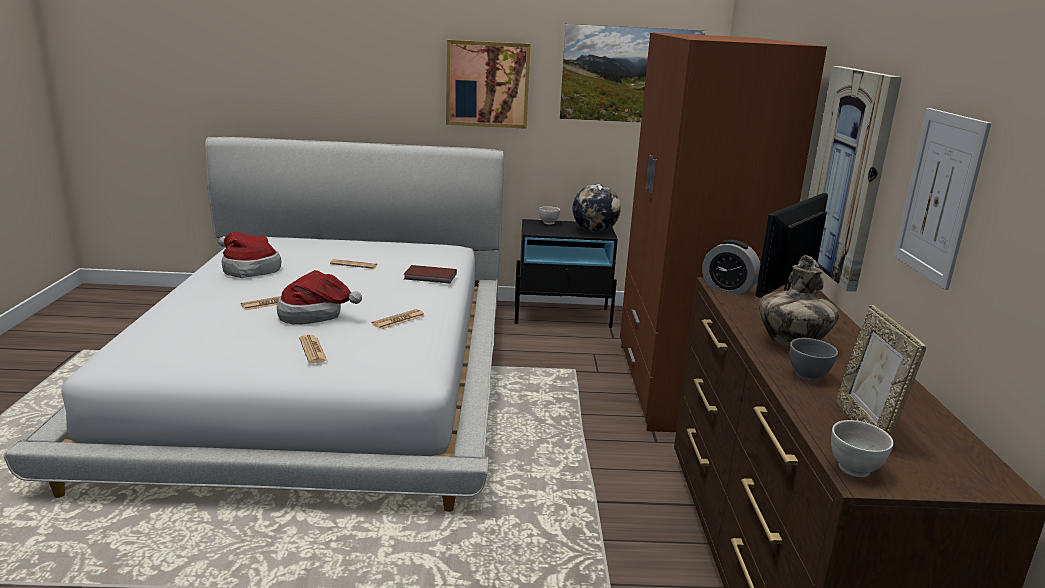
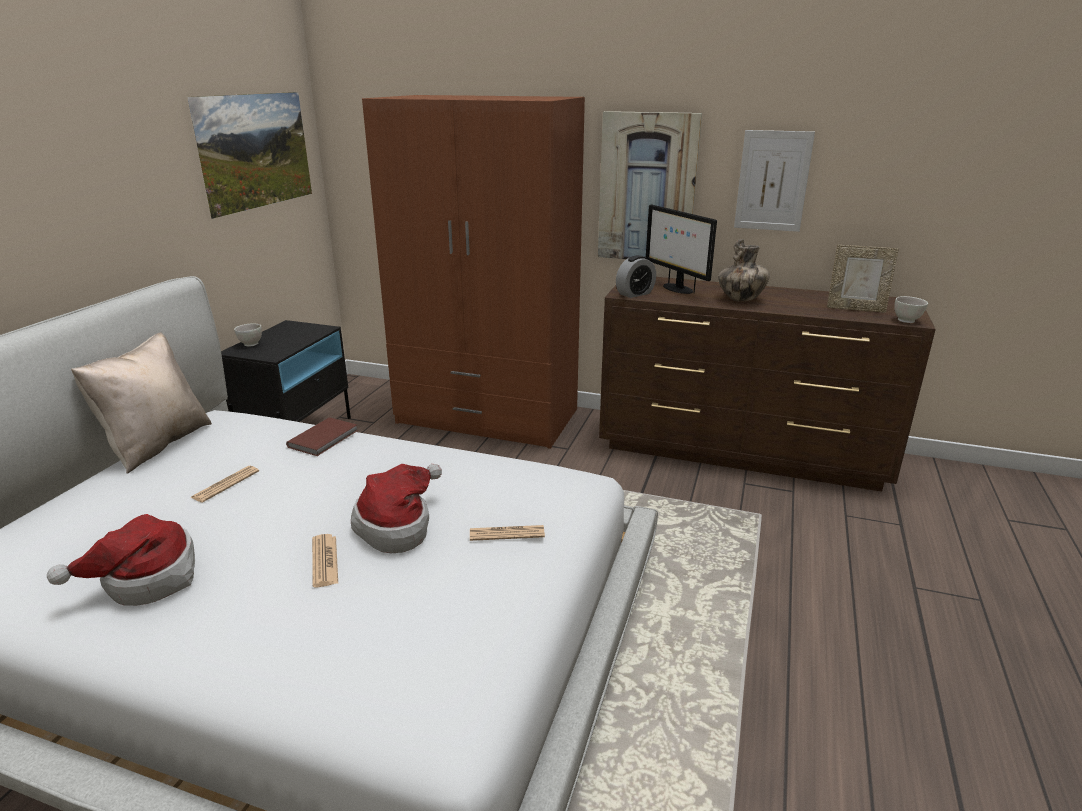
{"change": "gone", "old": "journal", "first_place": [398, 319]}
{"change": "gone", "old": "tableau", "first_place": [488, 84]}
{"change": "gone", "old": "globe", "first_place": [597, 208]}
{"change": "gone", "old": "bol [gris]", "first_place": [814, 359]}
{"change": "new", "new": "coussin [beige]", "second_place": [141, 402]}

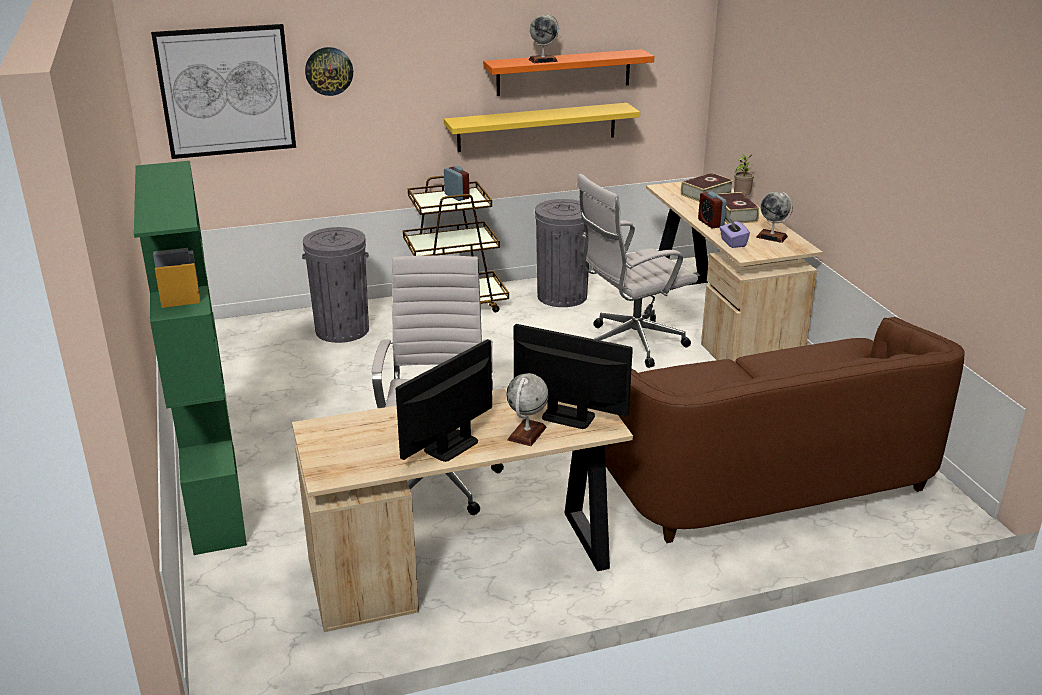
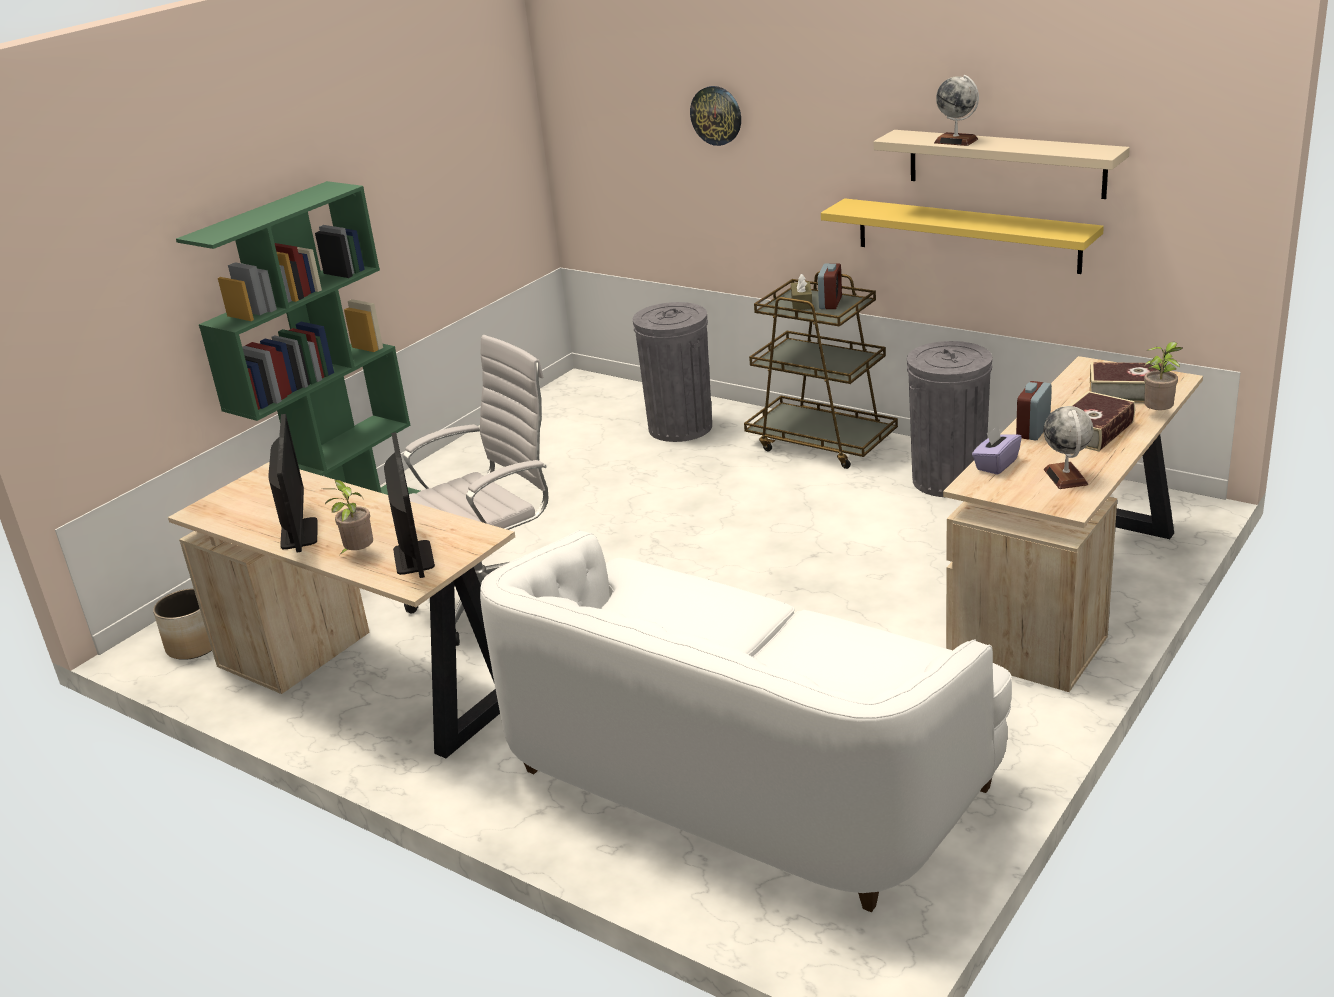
{"change": "gone", "old": "tableau", "first_place": [223, 91]}
{"change": "gone", "old": "chaise de bureau [blanc]", "first_place": [637, 270]}
{"change": "new", "new": "cache-pot", "second_place": [182, 624]}
{"change": "new", "new": "boîte à mouchoirs [marron]", "second_place": [801, 292]}
{"change": "swapped", "old": "globe", "new": "plante en pot", "first_place": [527, 409], "second_place": [349, 517]}
{"change": "repainted", "old": "étagère [orange]", "new": "étagère [beige]", "first_place": [568, 72], "second_place": [1002, 164]}
{"change": "repainted", "old": "canapé [marron]", "new": "canapé [blanc]", "first_place": [784, 430], "second_place": [746, 721]}
{"change": "rotated", "old": "écran d'ordinateur", "first_place": [444, 400], "second_place": [293, 483], "degrees": 75}

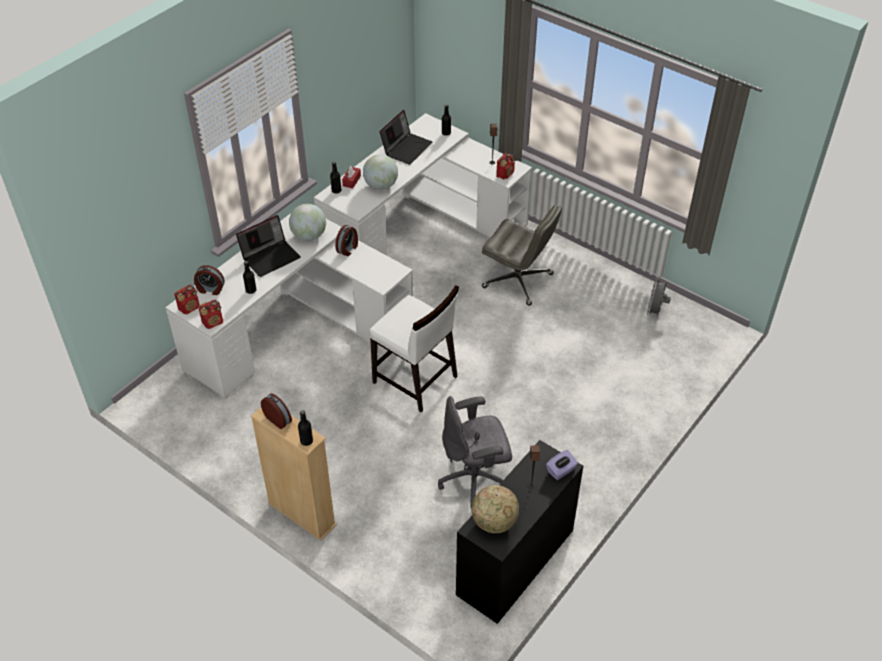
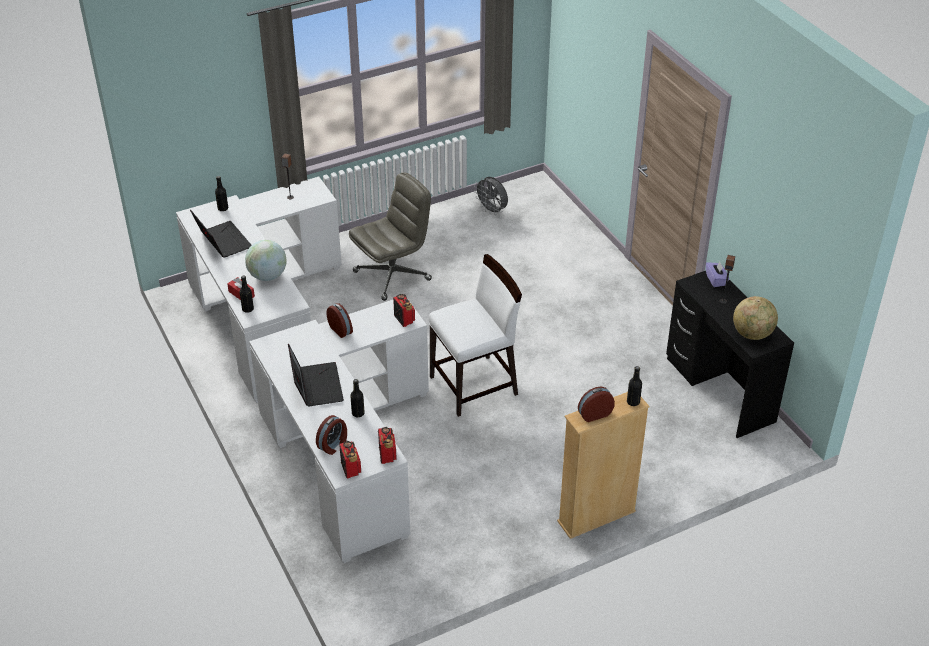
{"change": "gone", "old": "globe", "first_place": [307, 222]}
{"change": "gone", "old": "chaise de bureau [gris]", "first_place": [475, 451]}
{"change": "shifted", "old": "radio", "first_place": [505, 166], "second_place": [404, 310]}

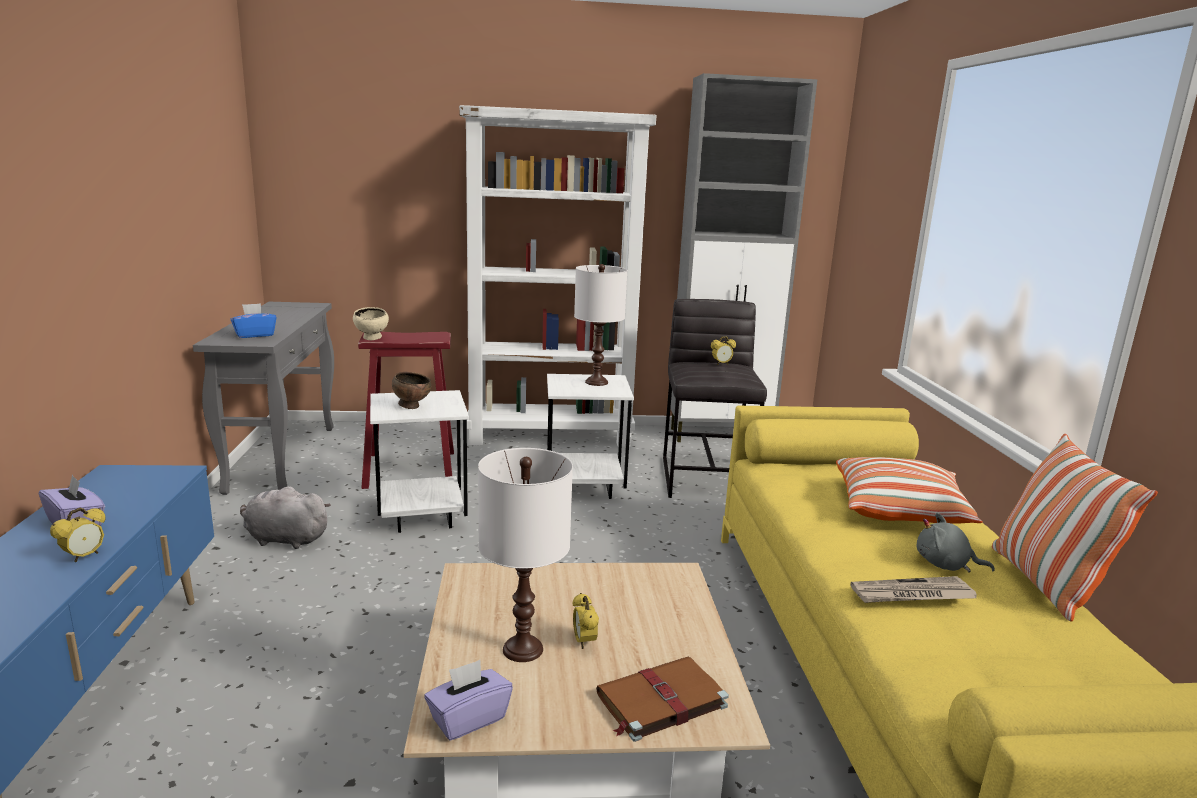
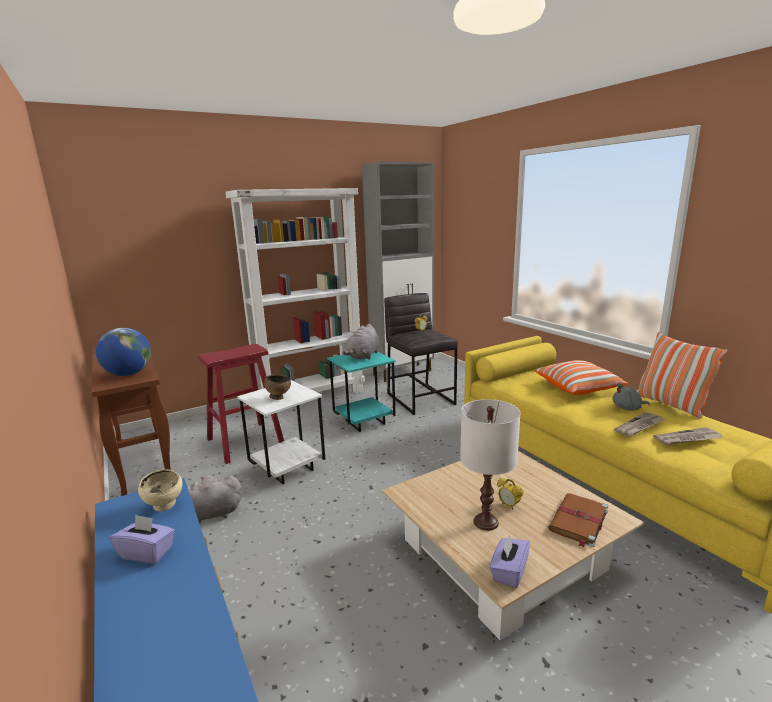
{"change": "gone", "old": "réveil", "first_place": [78, 535]}
{"change": "new", "new": "journal", "second_place": [688, 436]}
{"change": "shifted", "old": "bol [beige]", "first_place": [371, 323], "second_place": [160, 490]}
{"change": "swapped", "old": "boîte à mouchoirs [bleu]", "new": "globe", "first_place": [253, 320], "second_place": [123, 352]}
{"change": "swapped", "old": "lampe de table [blanc]", "new": "peluche [gris]", "first_place": [600, 325], "second_place": [360, 342]}
{"change": "repainted", "old": "table console [gris]", "new": "table console [marron]", "first_place": [263, 398], "second_place": [131, 422]}
{"change": "repainted", "old": "table d'appoint [blanc]", "new": "table d'appoint [turquoise]", "first_place": [590, 436], "second_place": [362, 392]}

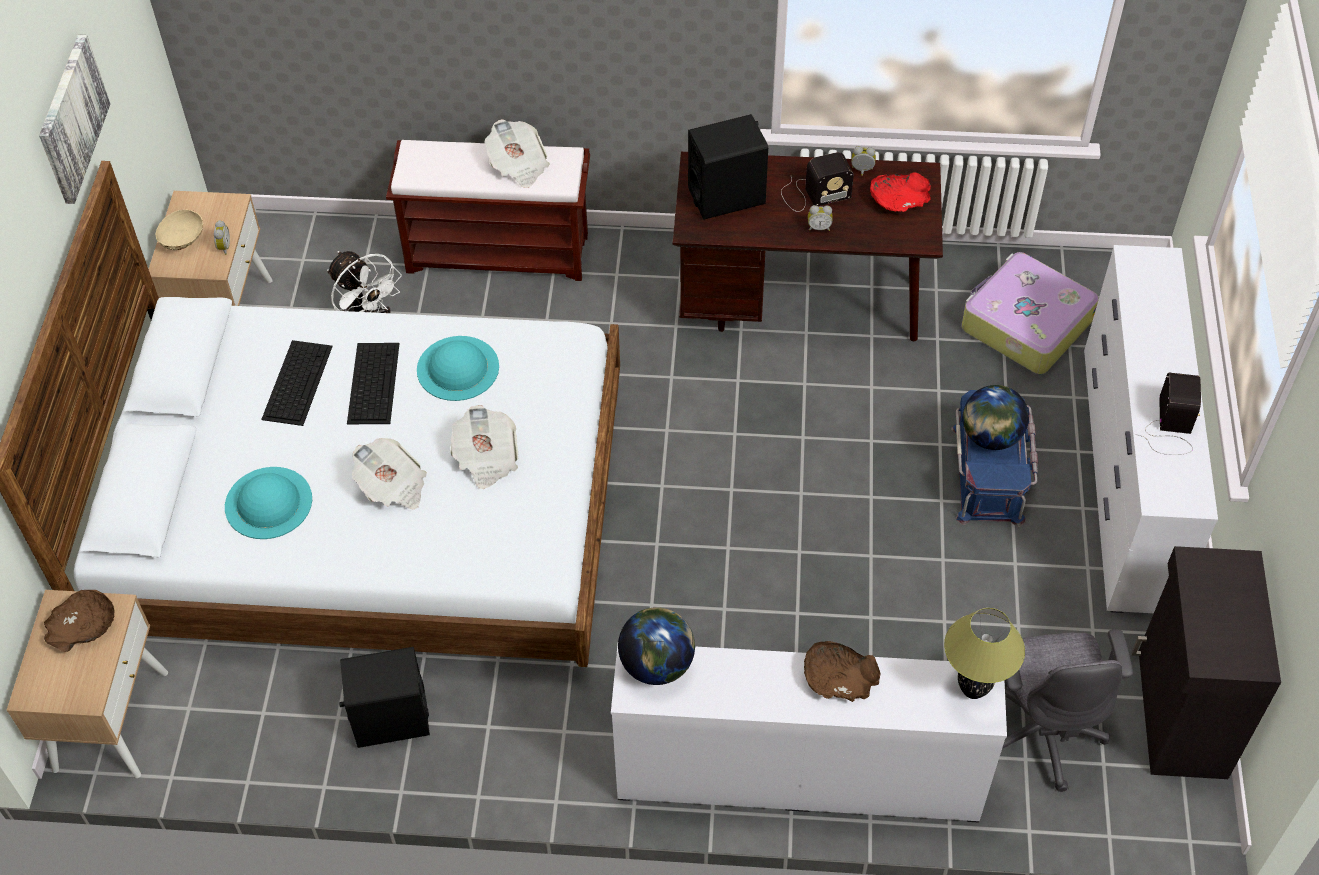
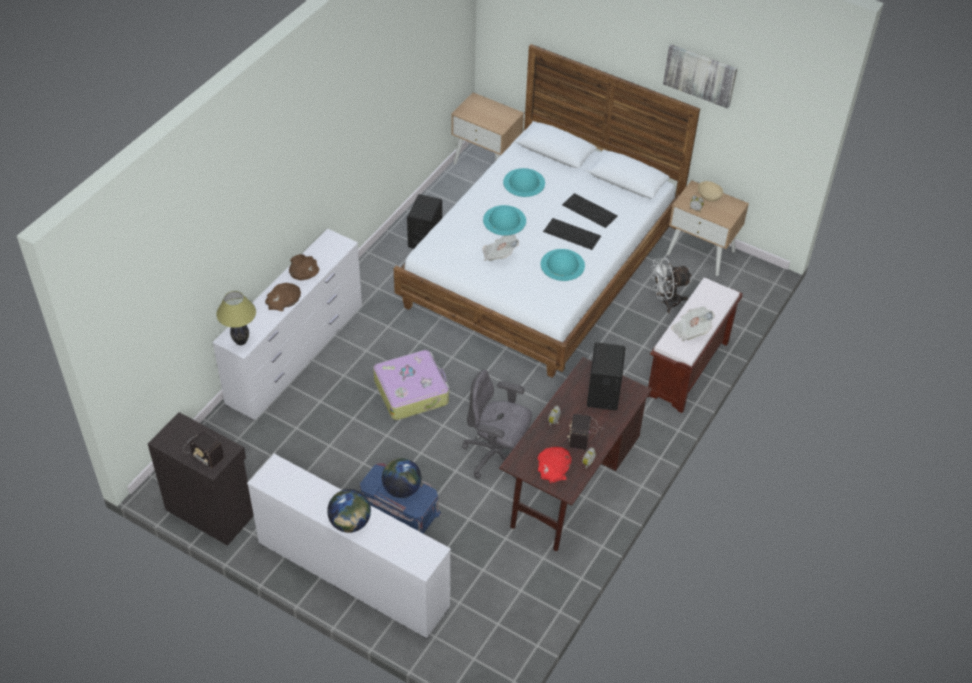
{"change": "shifted", "old": "bol [marron]", "first_place": [79, 621], "second_place": [304, 267]}
{"change": "shifted", "old": "globe", "first_place": [656, 646], "second_place": [349, 511]}
{"change": "shifted", "old": "valise", "first_place": [1030, 313], "second_place": [411, 385]}
{"change": "shifted", "old": "chaise de bureau [gris]", "first_place": [1065, 710], "second_place": [497, 424]}
{"change": "shifted", "old": "radio", "first_place": [1168, 414], "second_place": [203, 450]}
{"change": "swapped", "old": "journal", "new": "chapeau [turquoise]", "first_place": [389, 473], "second_place": [504, 220]}

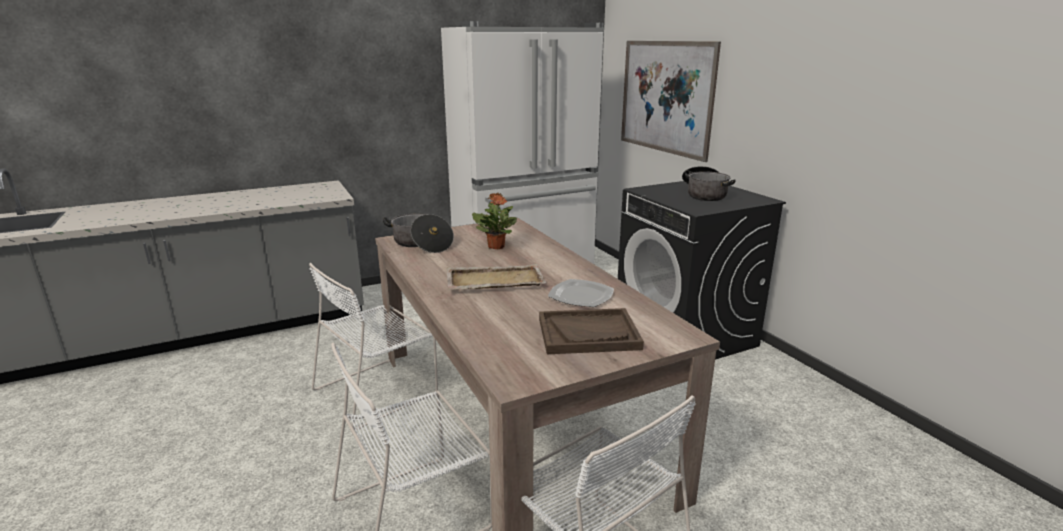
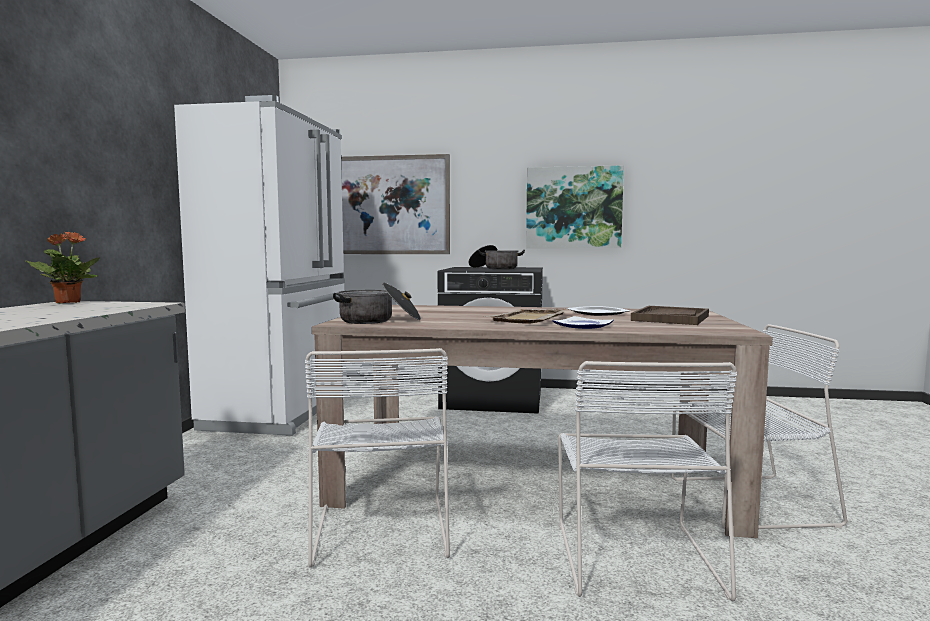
{"change": "new", "new": "tableau", "second_place": [575, 206]}
{"change": "new", "new": "assiette", "second_place": [583, 322]}
{"change": "shifted", "old": "plante en pot", "first_place": [494, 221], "second_place": [63, 267]}

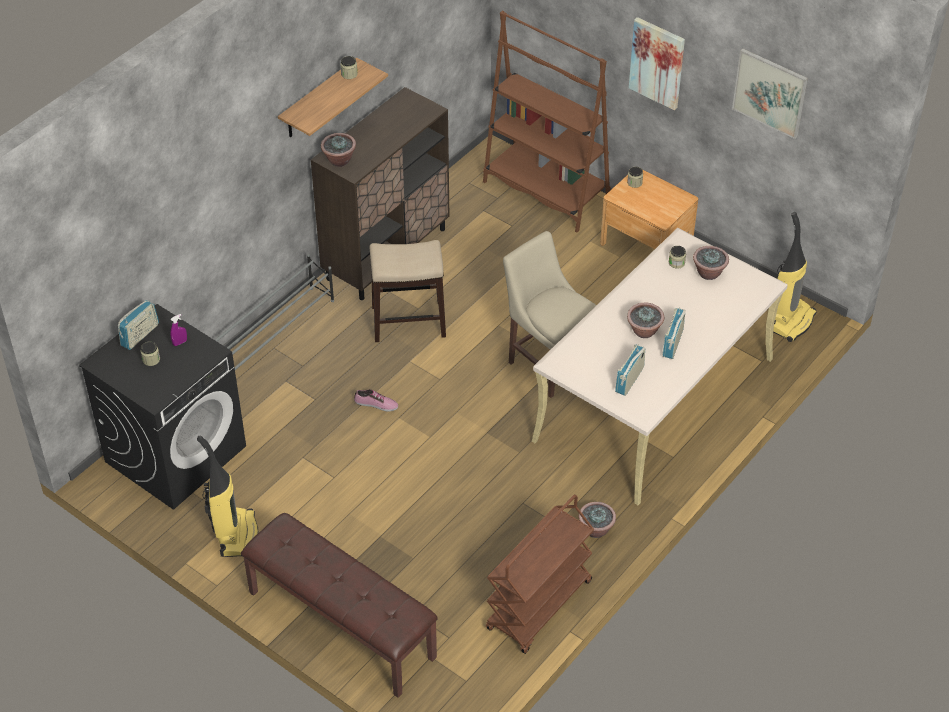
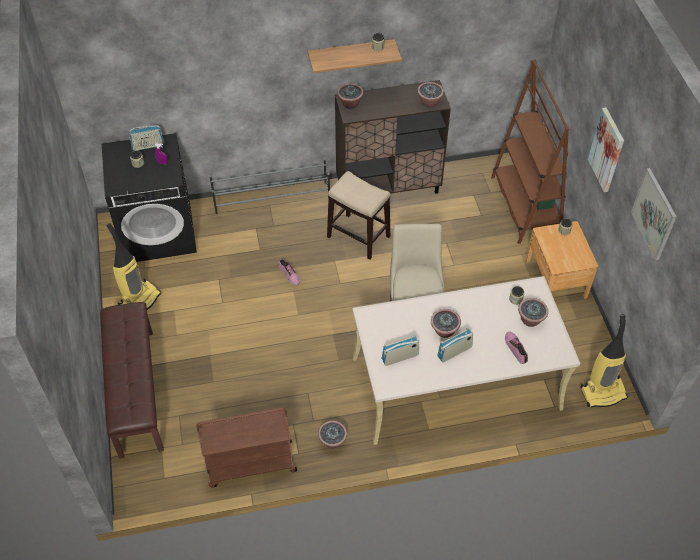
{"change": "new", "new": "plante en pot", "second_place": [430, 95]}
{"change": "new", "new": "chaussure", "second_place": [516, 348]}

